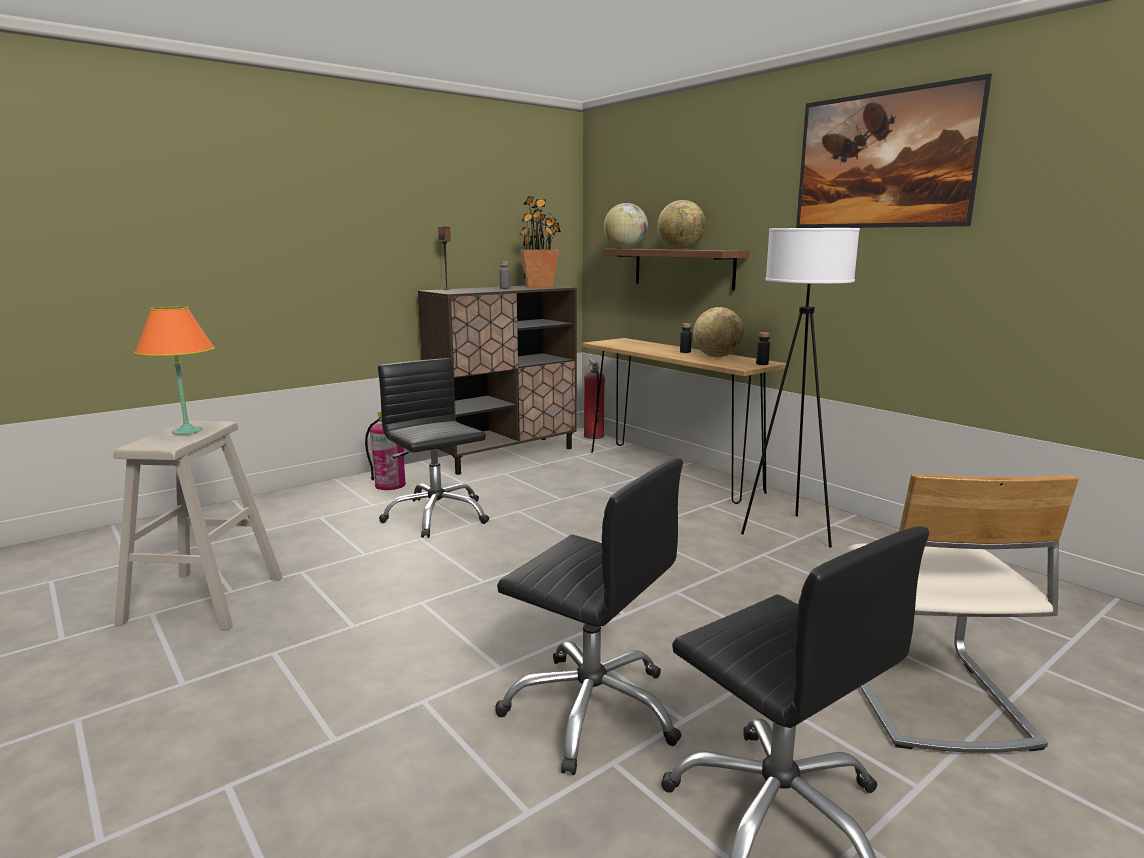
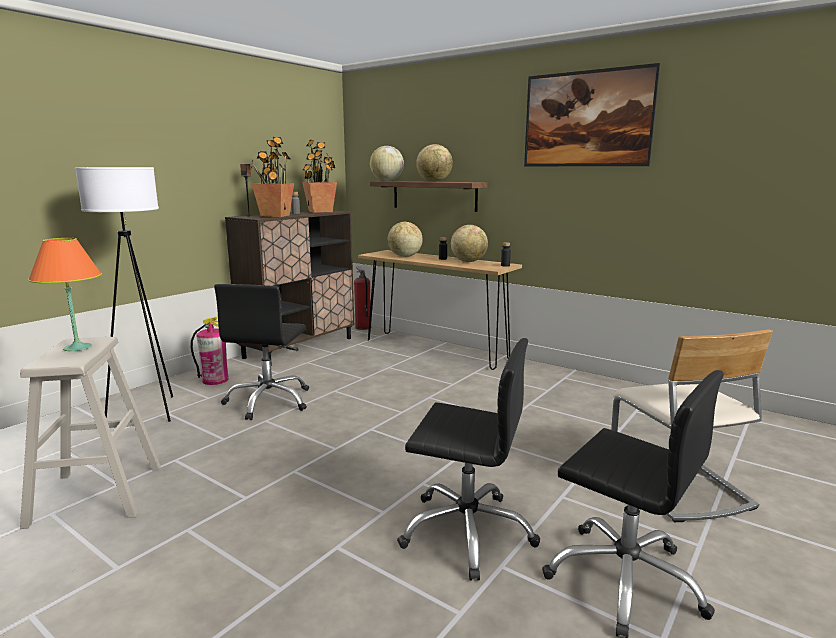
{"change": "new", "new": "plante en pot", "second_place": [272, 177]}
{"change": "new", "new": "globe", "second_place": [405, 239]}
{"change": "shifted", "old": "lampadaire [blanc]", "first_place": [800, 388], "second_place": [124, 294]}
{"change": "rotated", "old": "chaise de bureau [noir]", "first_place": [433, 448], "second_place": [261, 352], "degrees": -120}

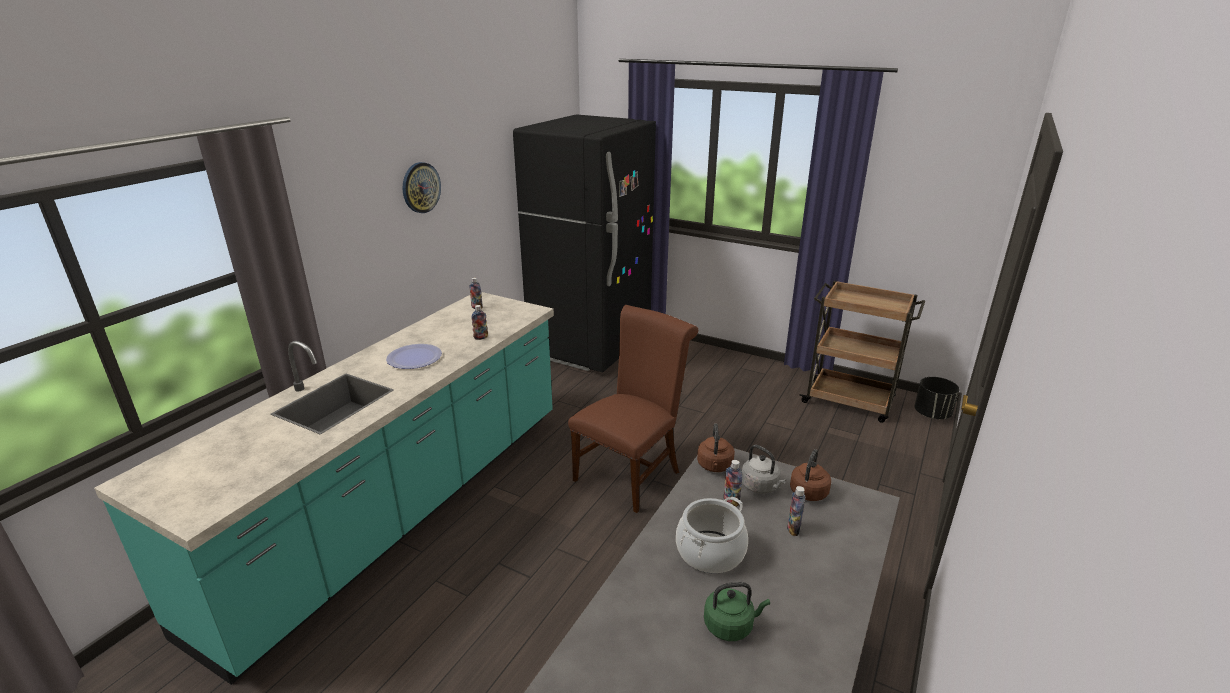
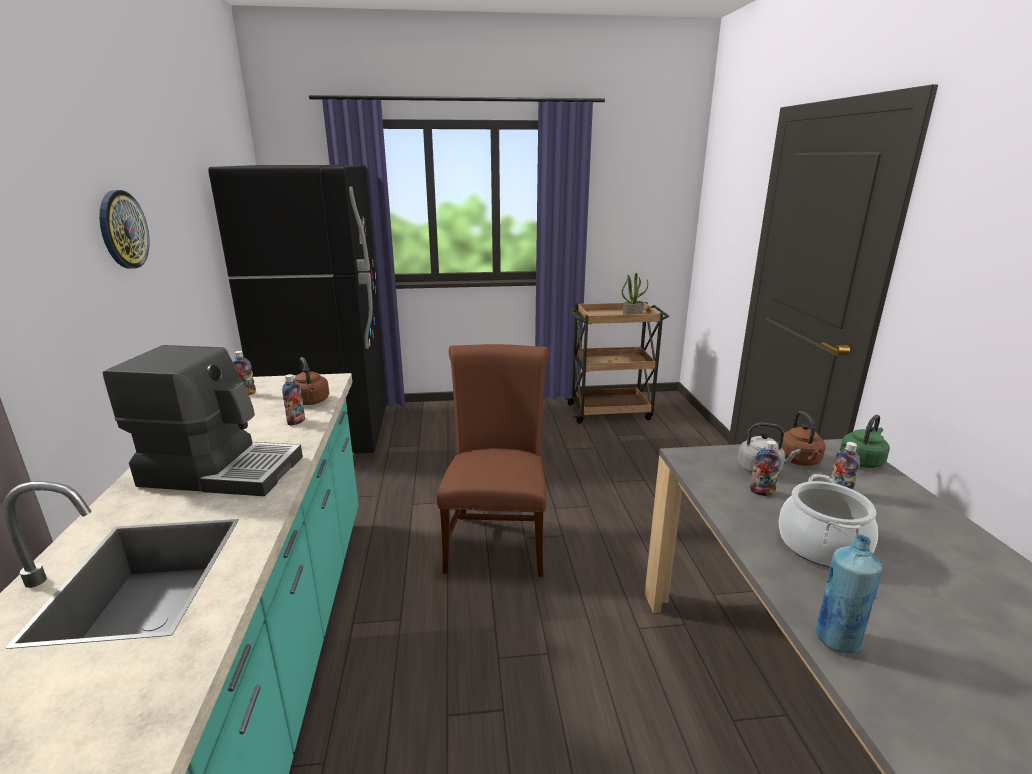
{"change": "gone", "old": "cache-pot [noir]", "first_place": [936, 398]}
{"change": "new", "new": "plante en pot", "second_place": [635, 294]}
{"change": "new", "new": "bouteille [bleu]", "second_place": [849, 593]}
{"change": "shifted", "old": "bouilloire [marron]", "first_place": [716, 448], "second_place": [311, 381]}
{"change": "shifted", "old": "bouilloire [vert]", "first_place": [737, 611], "second_place": [865, 441]}
{"change": "swapped", "old": "assiette", "new": "machine à café", "first_place": [414, 356], "second_place": [203, 420]}

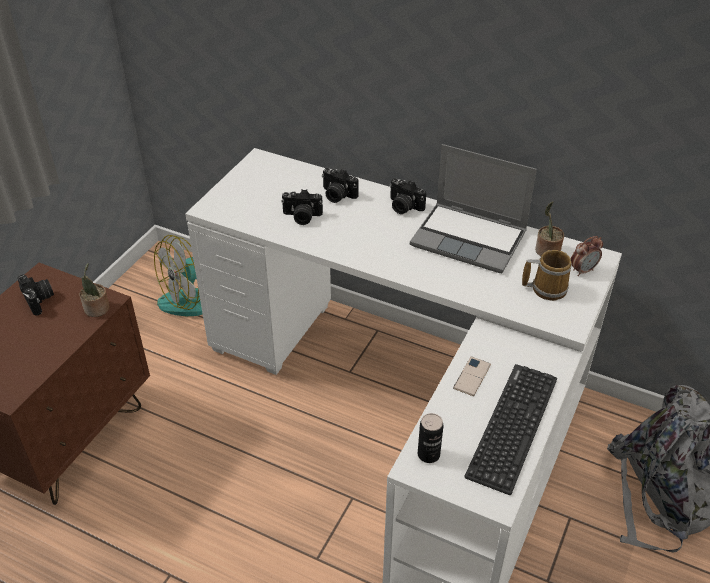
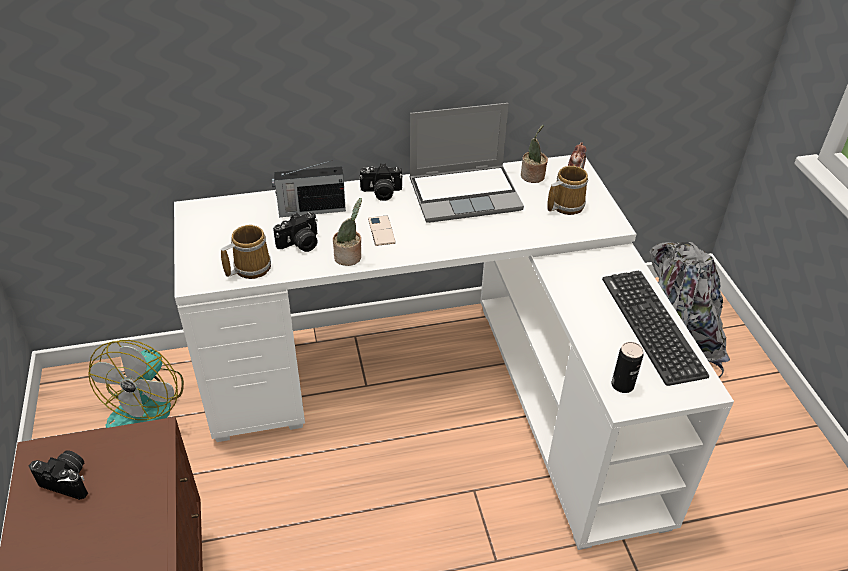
{"change": "new", "new": "mug", "second_place": [246, 252]}
{"change": "shifted", "old": "plante en pot", "first_place": [94, 290], "second_place": [347, 232]}
{"change": "shifted", "old": "téléphone", "first_place": [472, 376], "second_place": [382, 230]}
{"change": "swapped", "old": "appareil photo", "new": "radio", "first_place": [340, 185], "second_place": [309, 188]}

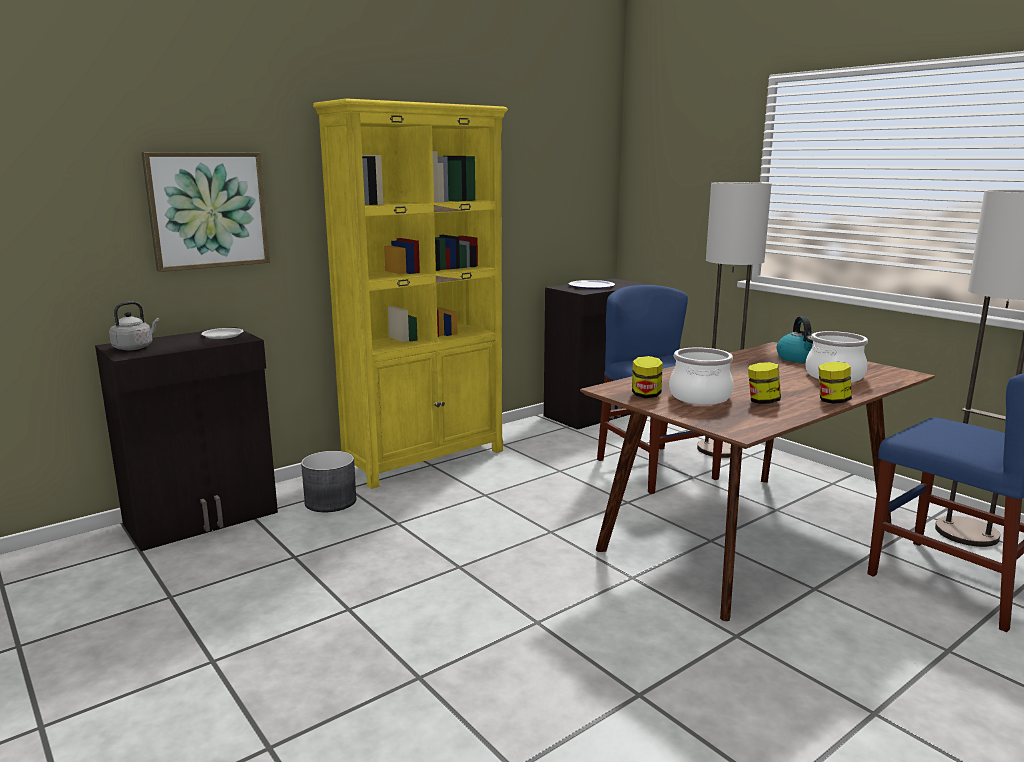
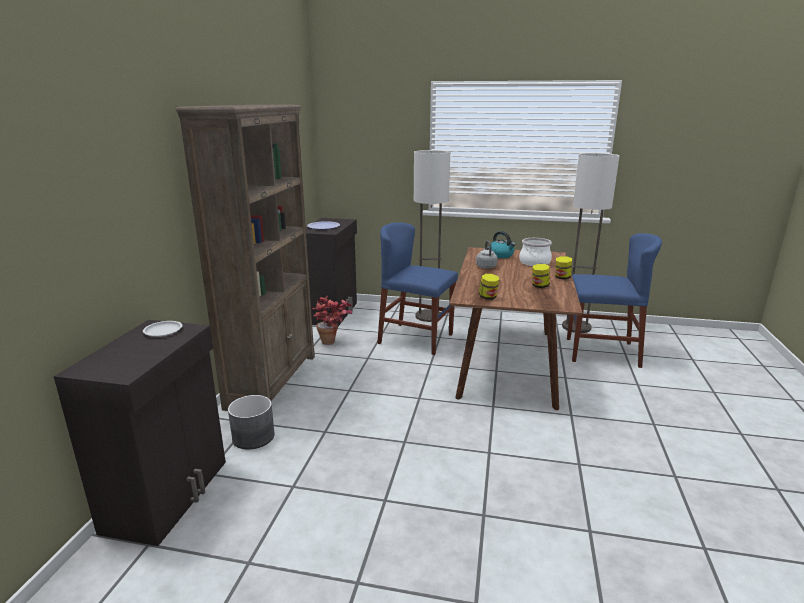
{"change": "gone", "old": "tableau", "first_place": [206, 212]}
{"change": "gone", "old": "marmite", "first_place": [701, 376]}
{"change": "new", "new": "plante en pot", "second_place": [332, 320]}
{"change": "shifted", "old": "bouilloire [gris]", "first_place": [134, 325], "second_place": [487, 255]}
{"change": "repainted", "old": "bibliothèque [jaune]", "new": "bibliothèque [marron]", "first_place": [410, 293], "second_place": [245, 258]}

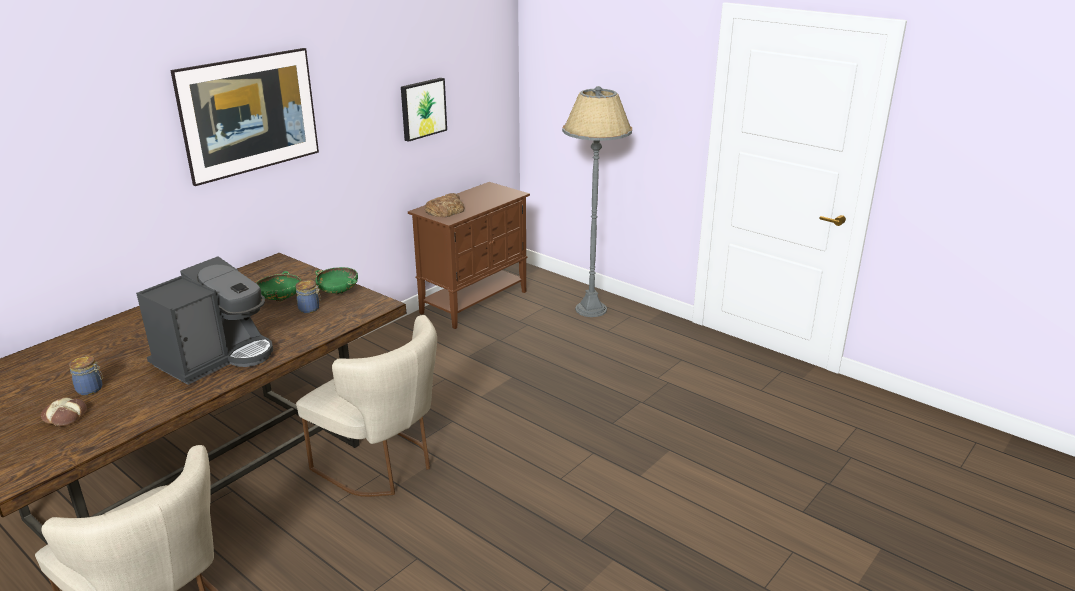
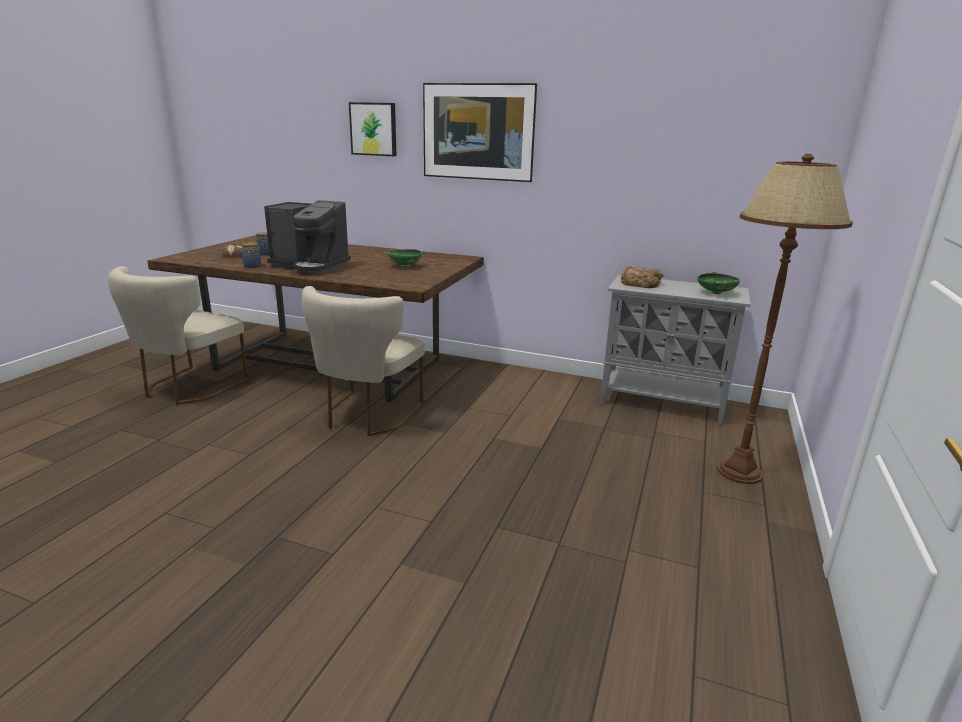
{"change": "shifted", "old": "bocal", "first_place": [308, 296], "second_place": [251, 255]}
{"change": "shifted", "old": "bol [vert]", "first_place": [336, 280], "second_place": [719, 283]}
{"change": "shifted", "old": "tableau", "first_place": [424, 110], "second_place": [372, 129]}
{"change": "repainted", "old": "meuble de rangement [marron]", "new": "meuble de rangement [gris]", "first_place": [469, 255], "second_place": [675, 350]}
{"change": "repainted", "old": "lampadaire [gris]", "new": "lampadaire [marron]", "first_place": [597, 201], "second_place": [785, 319]}

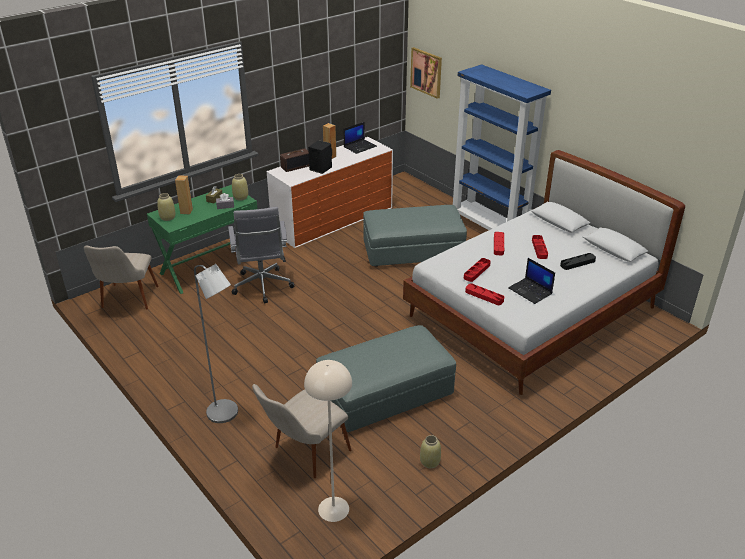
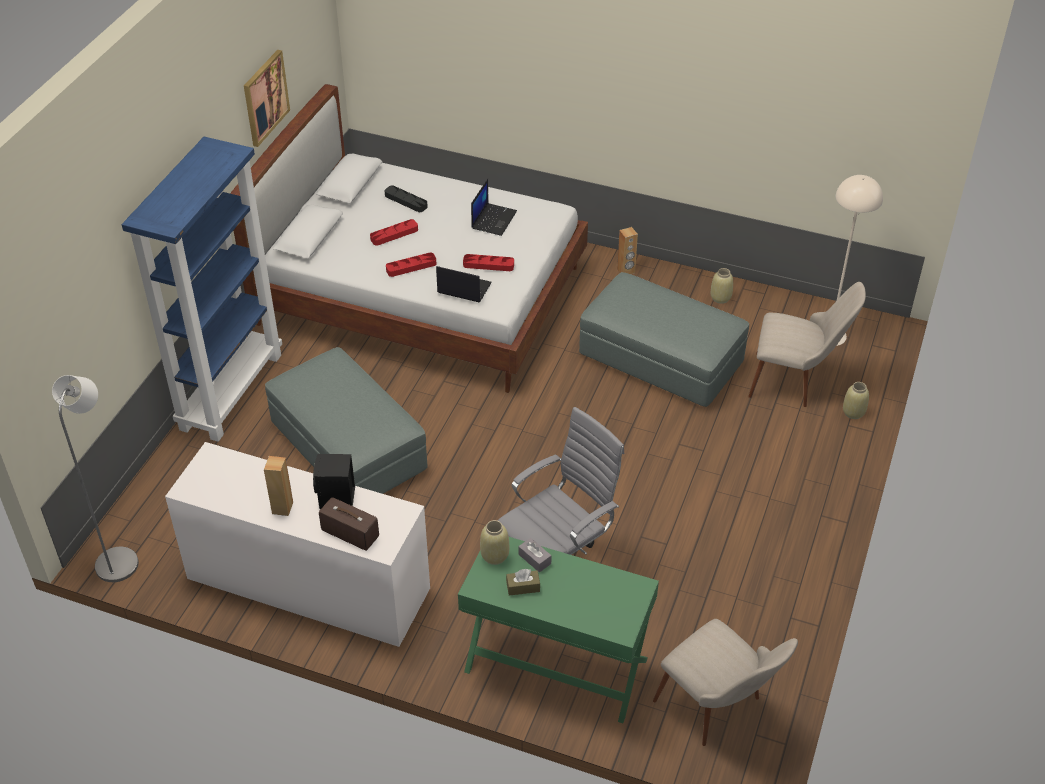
{"change": "gone", "old": "plateau [rouge]", "first_place": [484, 294]}
{"change": "shifted", "old": "vase [beige]", "first_place": [166, 207], "second_place": [856, 400]}
{"change": "shifted", "old": "enceinte [marron]", "first_place": [184, 195], "second_place": [627, 250]}
{"change": "shifted", "old": "lampadaire [gris]", "first_place": [216, 343], "second_place": [95, 478]}
{"change": "shifted", "old": "ordinateur portable", "first_place": [360, 138], "second_place": [464, 284]}
{"change": "shifted", "old": "tableau", "first_place": [426, 73], "second_place": [267, 98]}
{"change": "rotated", "old": "chaise [beige]", "first_place": [121, 277], "second_place": [725, 682], "degrees": 75}

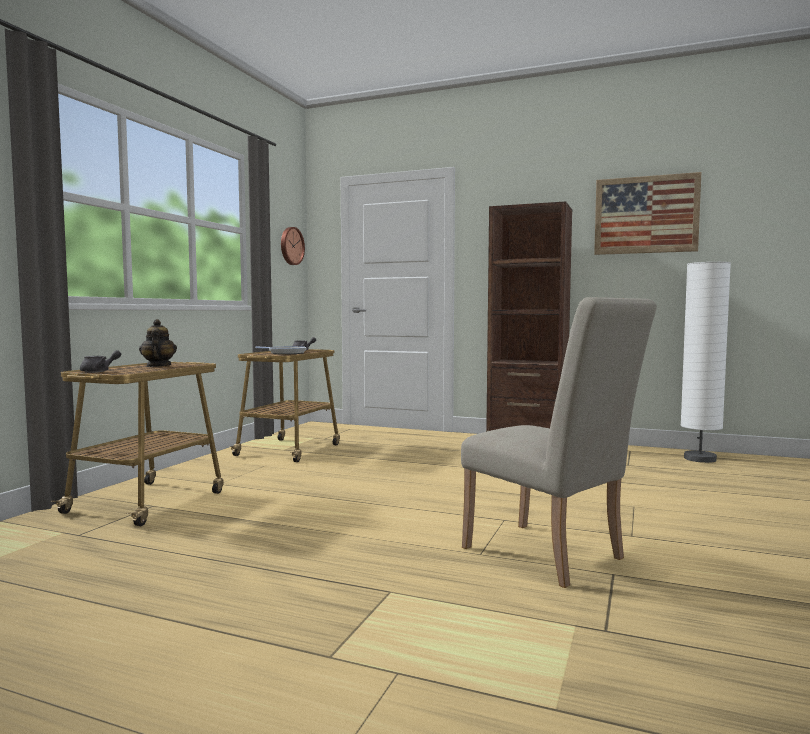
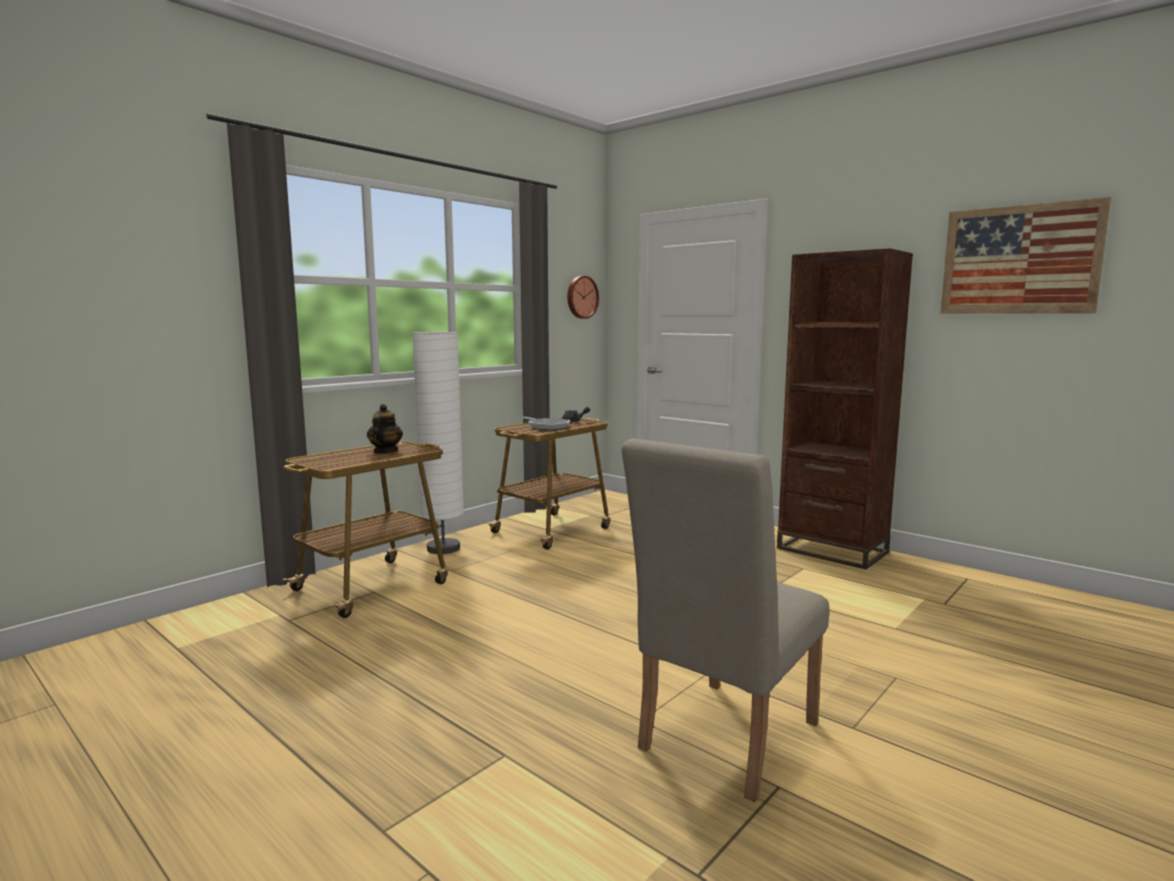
{"change": "gone", "old": "théière [gris]", "first_place": [100, 361]}
{"change": "shifted", "old": "lampadaire [blanc]", "first_place": [706, 362], "second_place": [438, 443]}
{"change": "rotated", "old": "chaise [beige]", "first_place": [559, 442], "second_place": [725, 620], "degrees": 60}

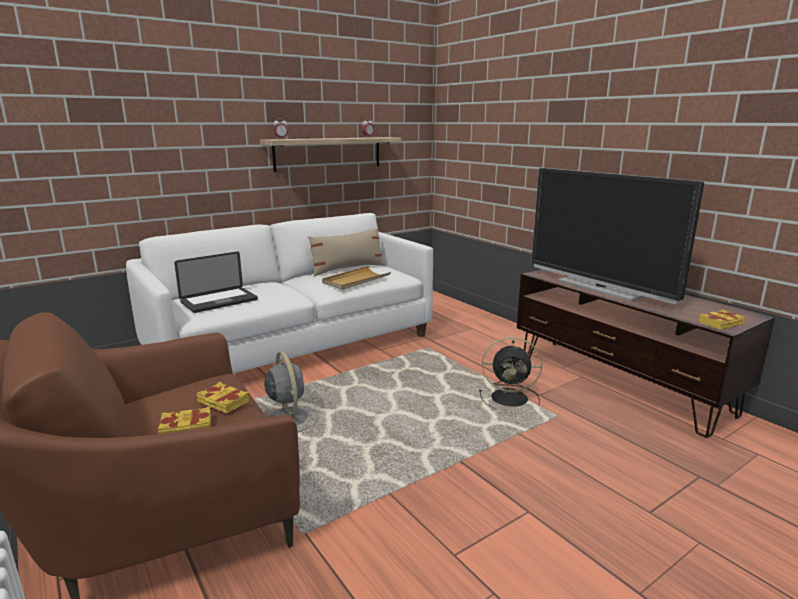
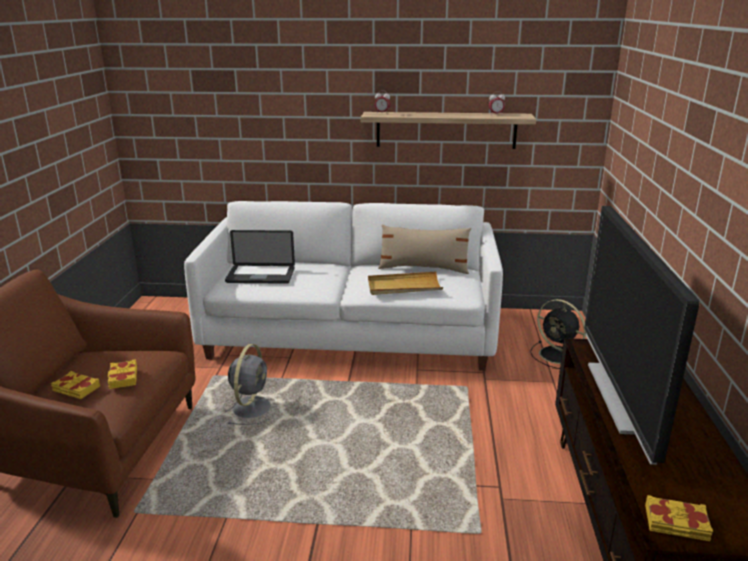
{"change": "shifted", "old": "ventilateur [noir]", "first_place": [510, 373], "second_place": [558, 334]}

